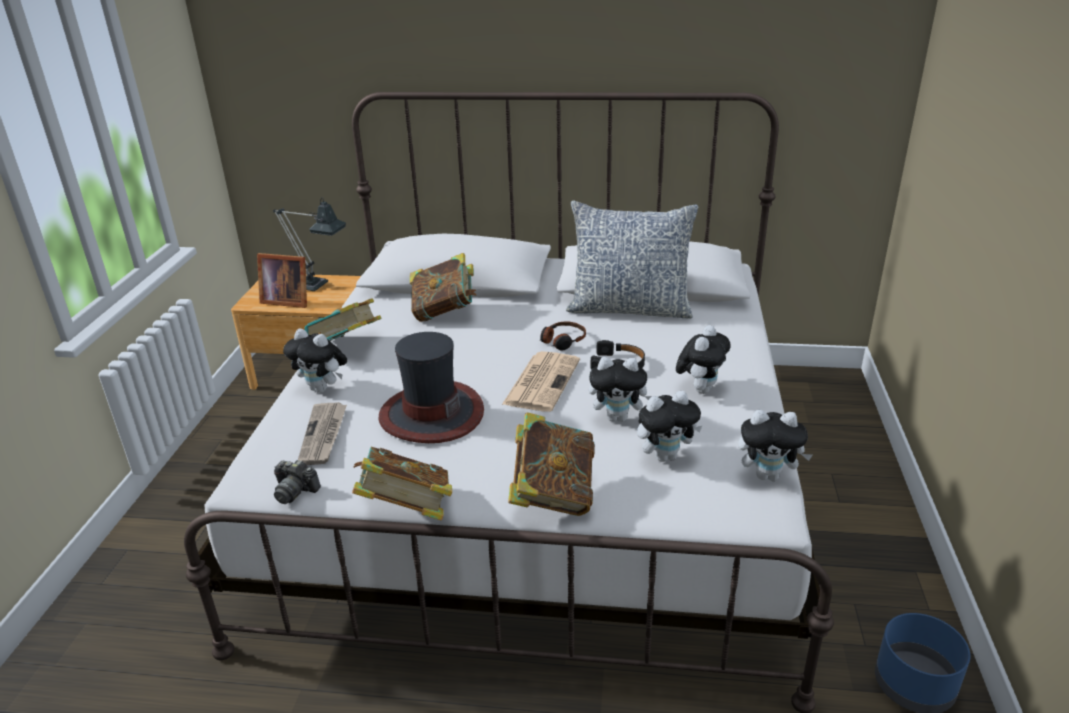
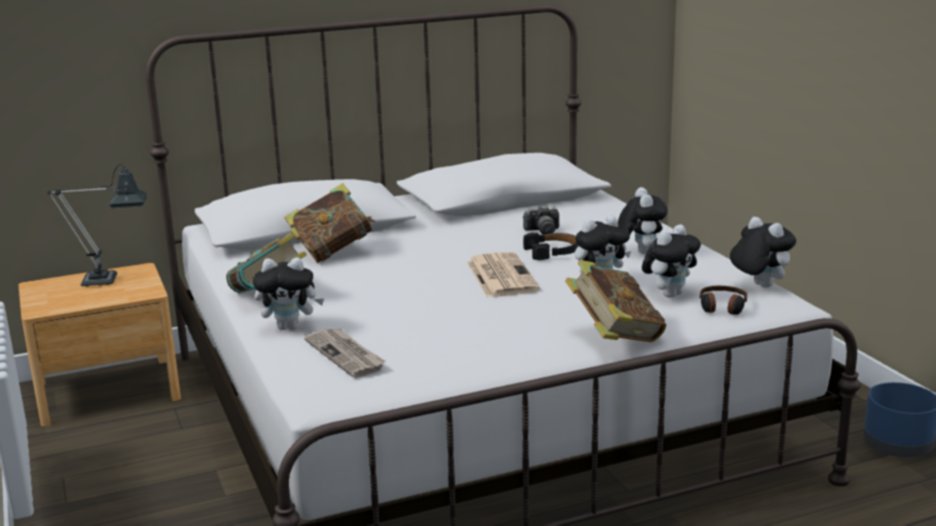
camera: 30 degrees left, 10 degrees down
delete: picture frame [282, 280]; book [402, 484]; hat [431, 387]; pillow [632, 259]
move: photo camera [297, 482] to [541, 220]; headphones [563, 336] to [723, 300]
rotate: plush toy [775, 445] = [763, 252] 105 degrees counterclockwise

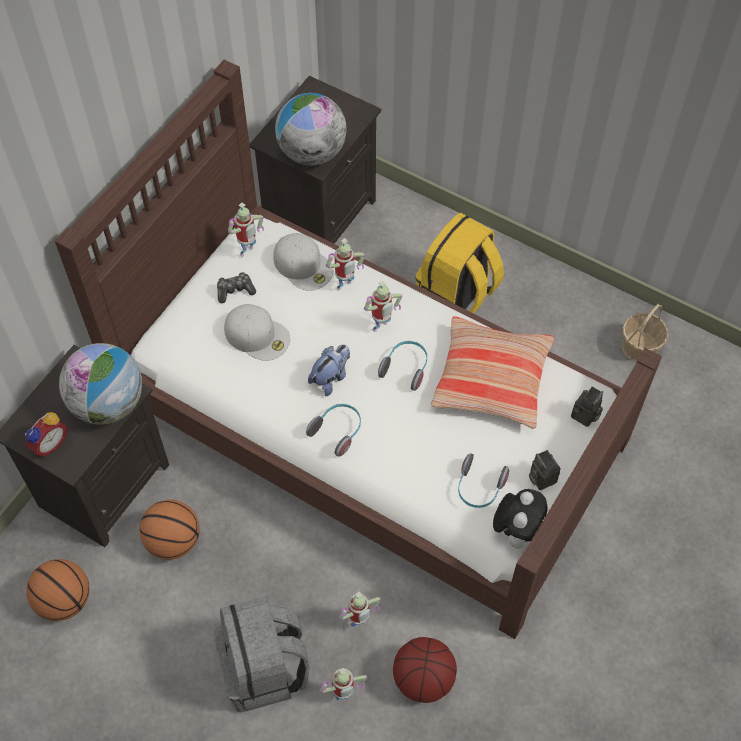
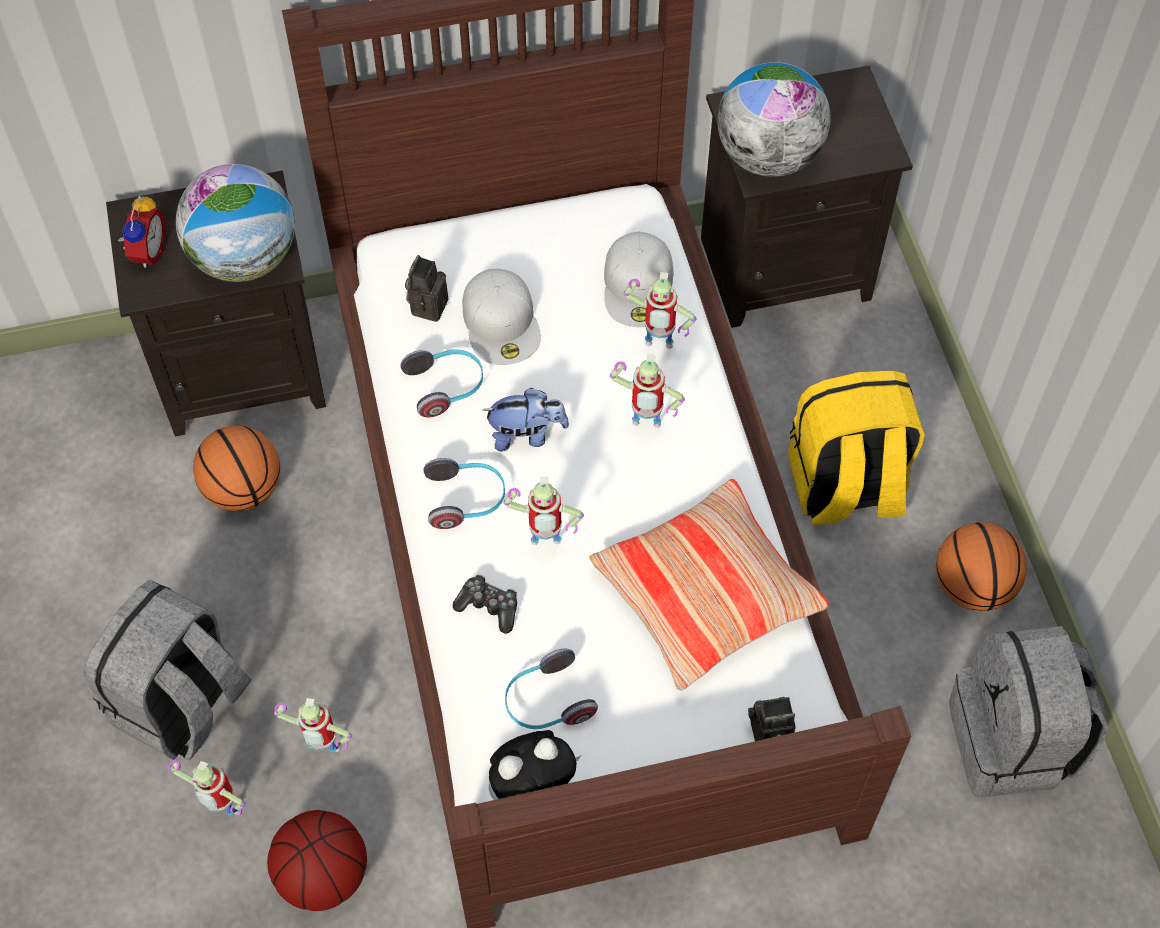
camera: 45 degrees right, 0 degrees up
move: basketball [57, 590] to [981, 566]; game controller [236, 287] to [485, 604]; toy robot [246, 230] to [543, 511]; headphones [402, 366] to [441, 383]; photo camera [544, 470] to [426, 288]
replace: basket [645, 333] to grey backpack [1028, 712]
rotate: alarm clock [46, 434] = [142, 232] 75 degrees counterclockwise

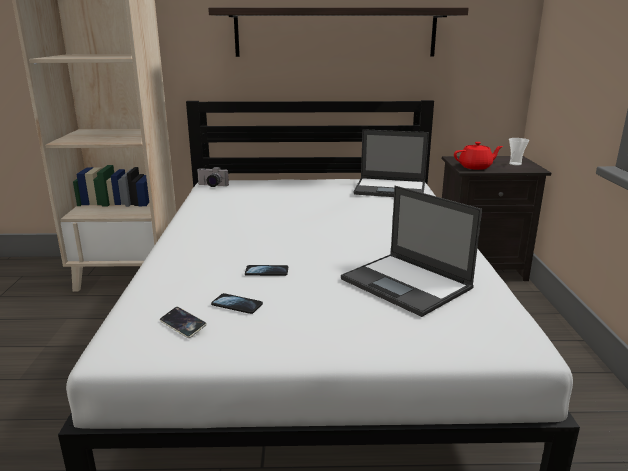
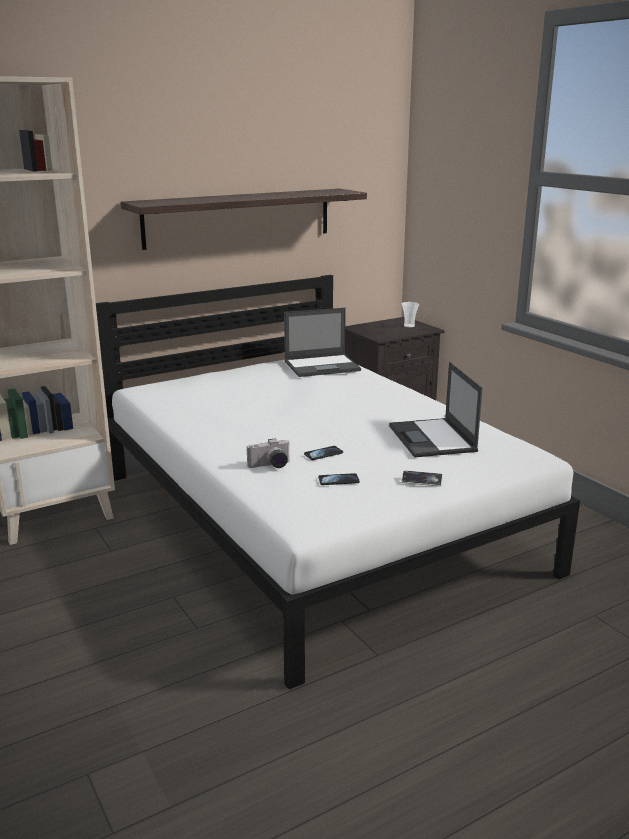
camera: 30 degrees left, 0 degrees up
delete: red teapot [478, 156]
move: phone [183, 322] to [422, 478]; photo camera [213, 177] to [268, 453]
rotate: laptop [411, 251] = [436, 410] 60 degrees clockwise

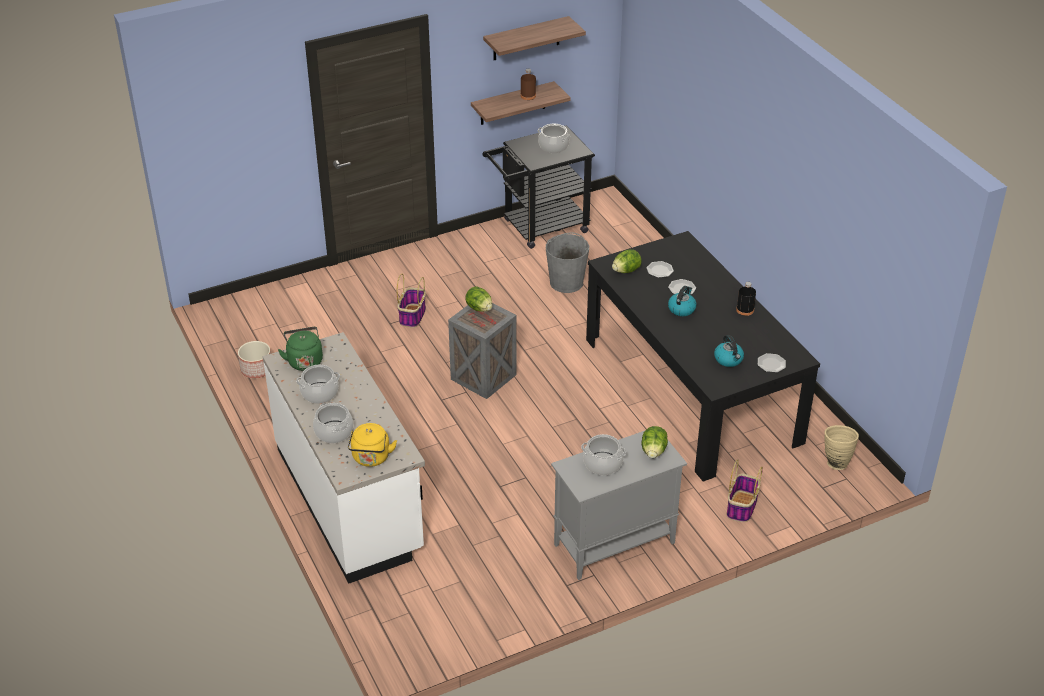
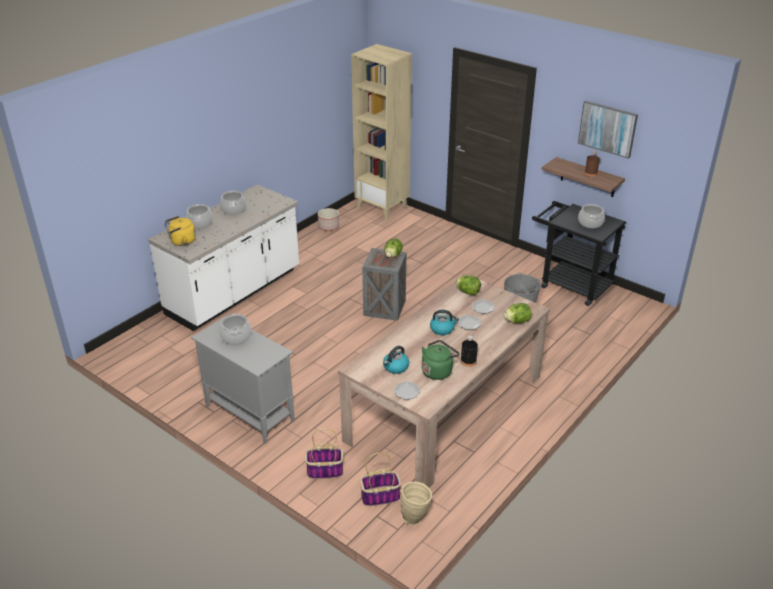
camera: 65 degrees right, 5 degrees down
insert: beige bookcase [381, 132]
move: green kettle [300, 349] to [441, 360]; basket [411, 301] to [380, 479]; lettuce [654, 442] to [517, 313]
replace: shelf [534, 38] to picture [608, 129]
recolor: black dining table [703, 356] to beige dining table [444, 380]

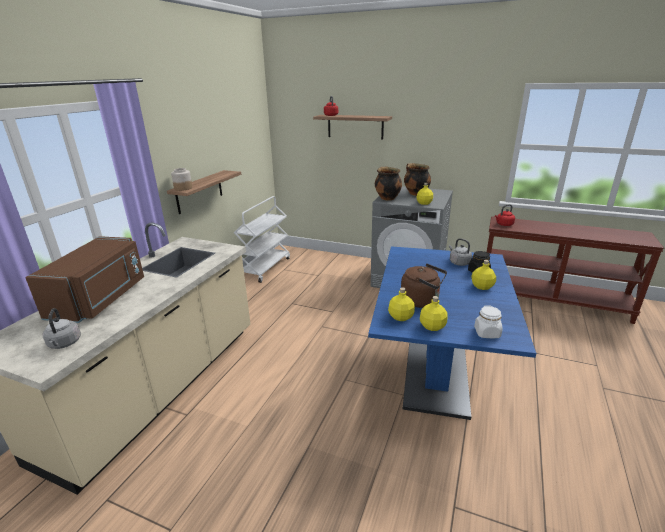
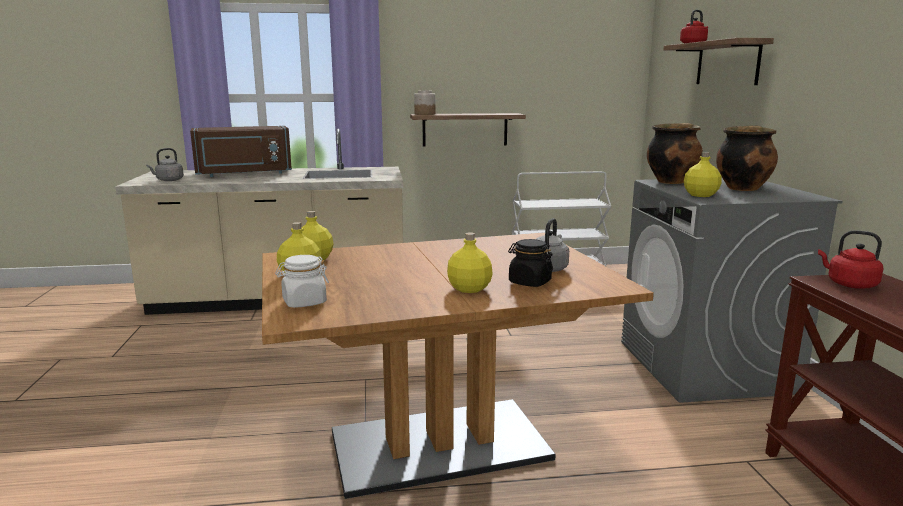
camera: 60 degrees right, 10 degrees down
delete: brown kettle [424, 286]
recolor: blue dining table [452, 333] to brown dining table [458, 366]

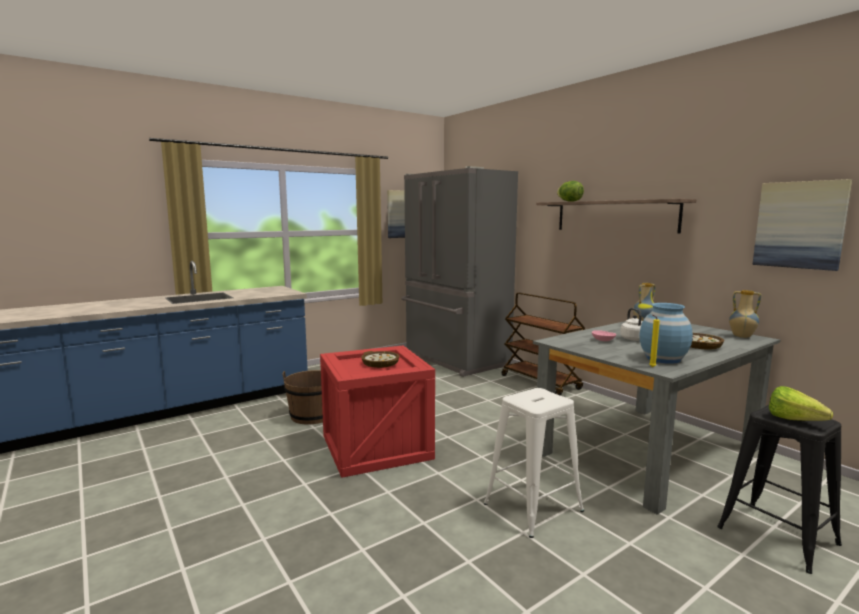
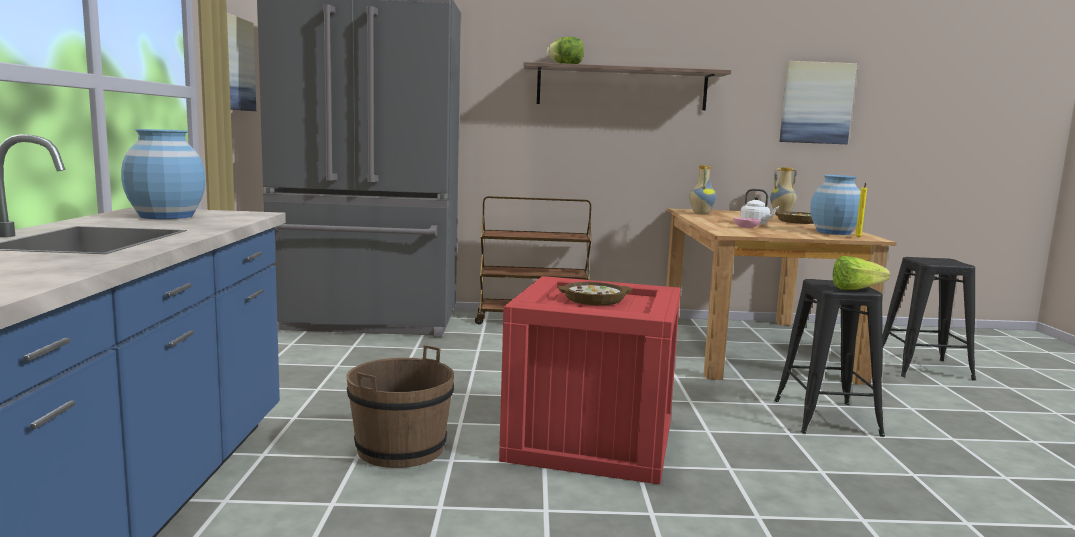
camera: 55 degrees left, 0 degrees up
insert: blue vase [163, 174]
move: lettuce [801, 403] to [861, 273]
recolor: white stool [534, 463] to black stool [829, 358]; grey dining table [657, 418] to brown dining table [781, 296]

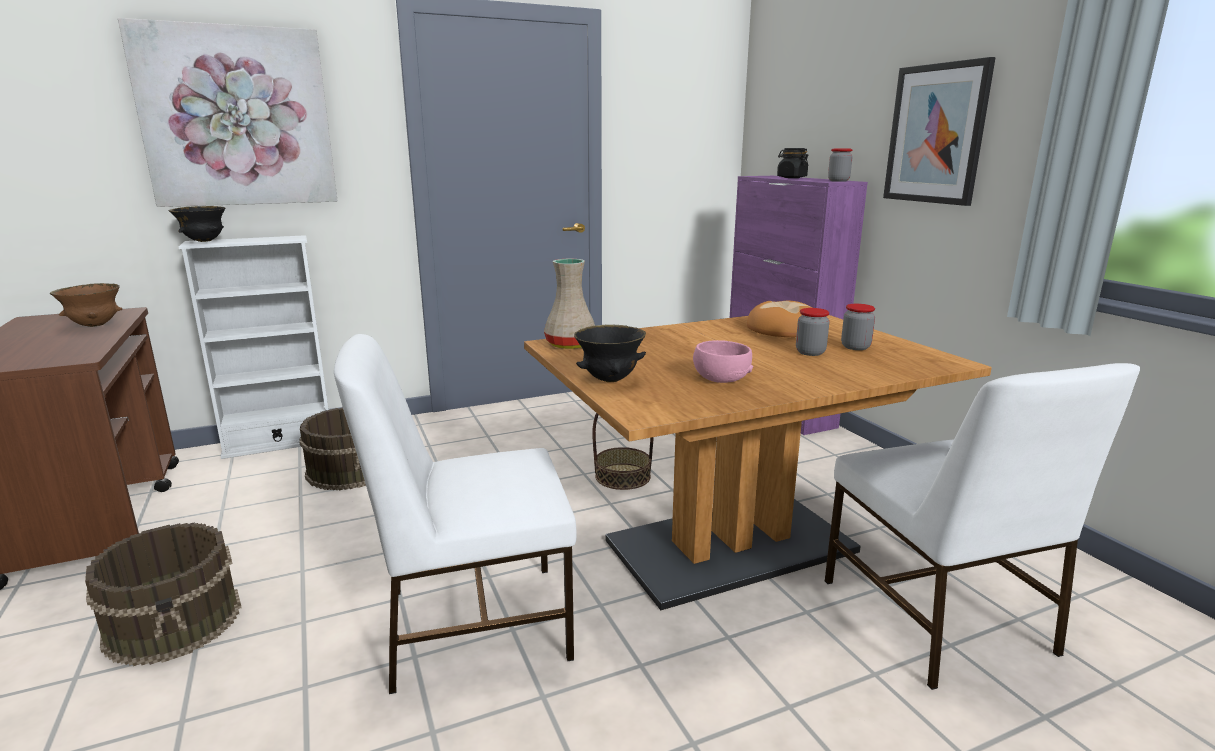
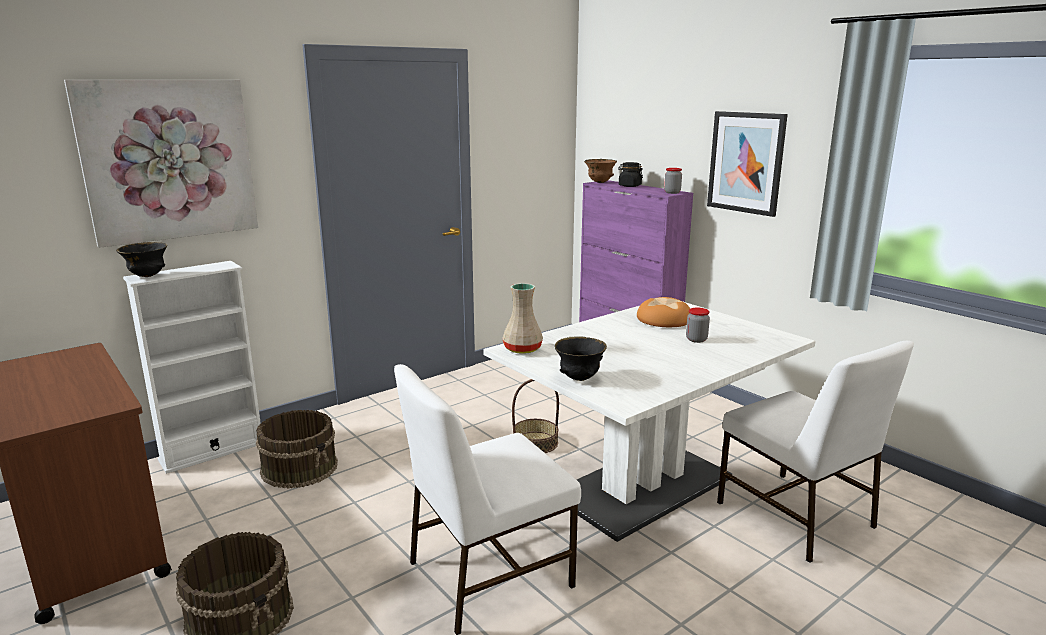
camera: 15 degrees left, 0 degrees up
delete: pink bowl [723, 361]; jar [858, 327]
move: brown bowl [86, 305] to [600, 171]
recolor: brown dining table [758, 462] to white dining table [649, 422]

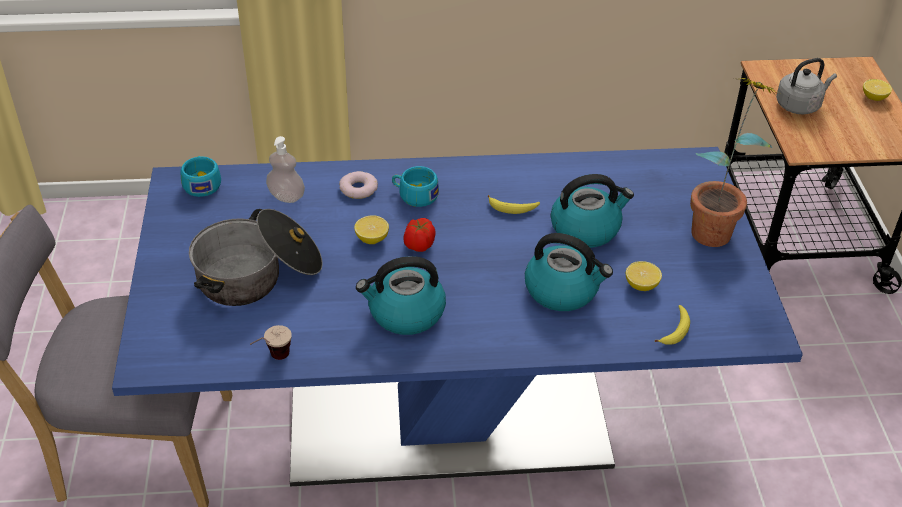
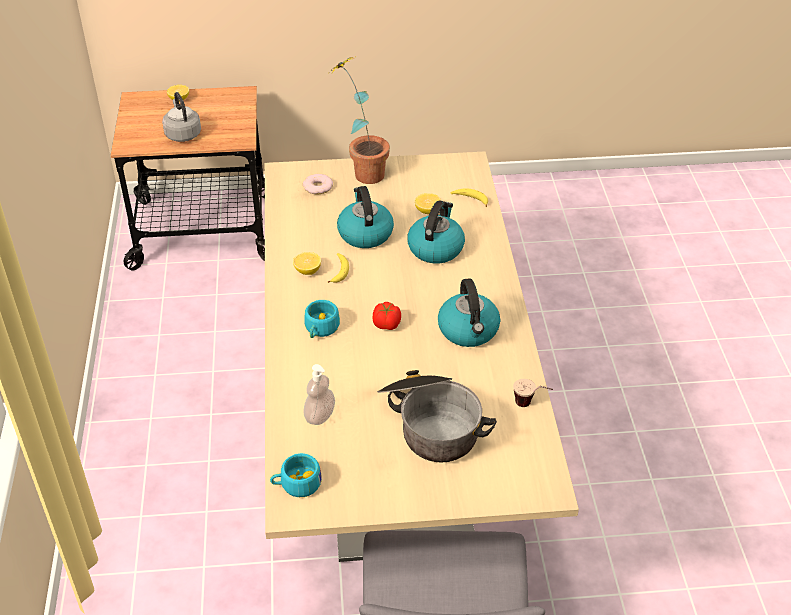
camera: 90 degrees left, 0 degrees up
move: donut [358, 185] to [318, 184]; lemon [371, 229] to [307, 263]
recolor: blue dining table [457, 316] to beige dining table [422, 356]

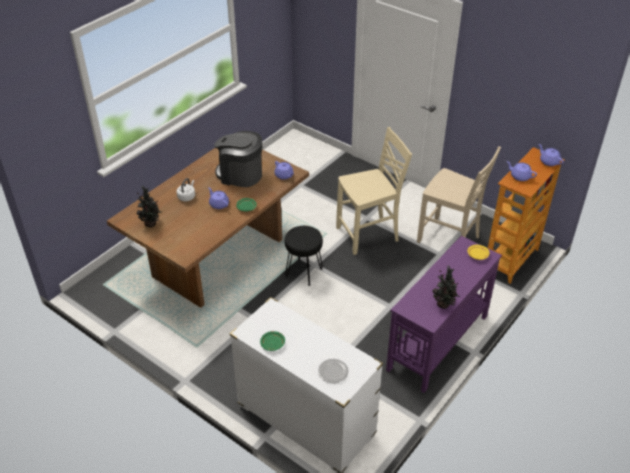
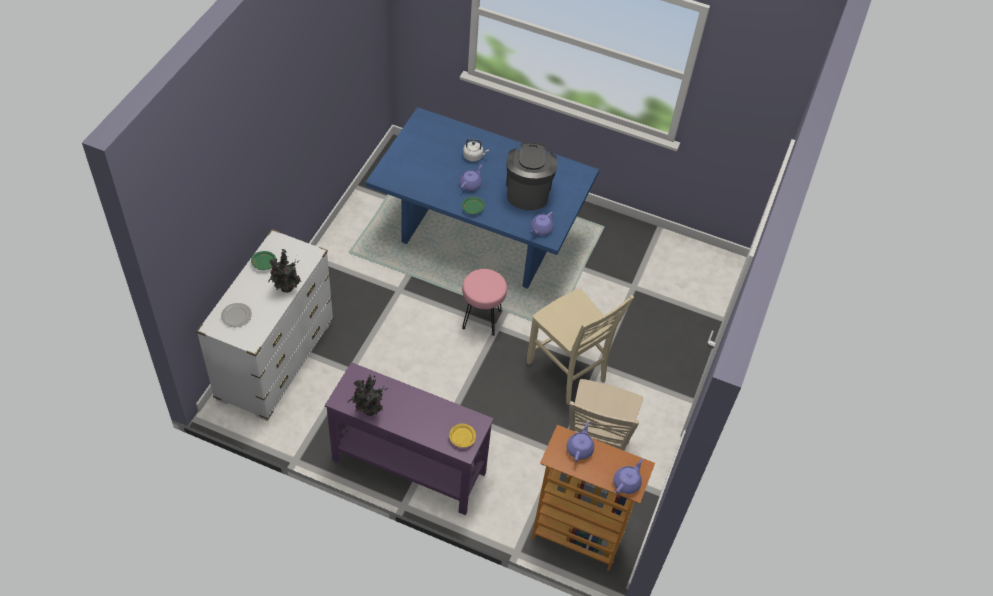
camera: 70 degrees right, 10 degrees up
move: potted plant [149, 206] to [284, 270]
recolor: brown dining table [208, 228] to blue dining table [482, 198]; black stool [304, 256] to pink stool [484, 302]

